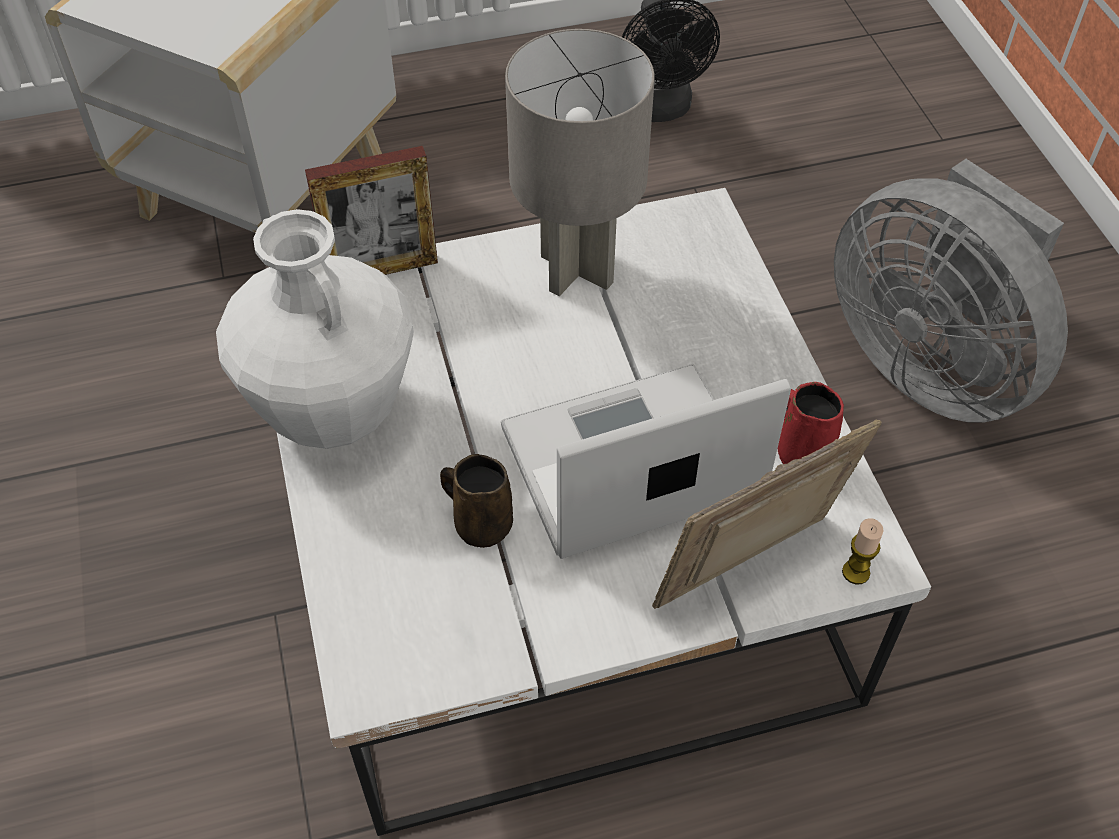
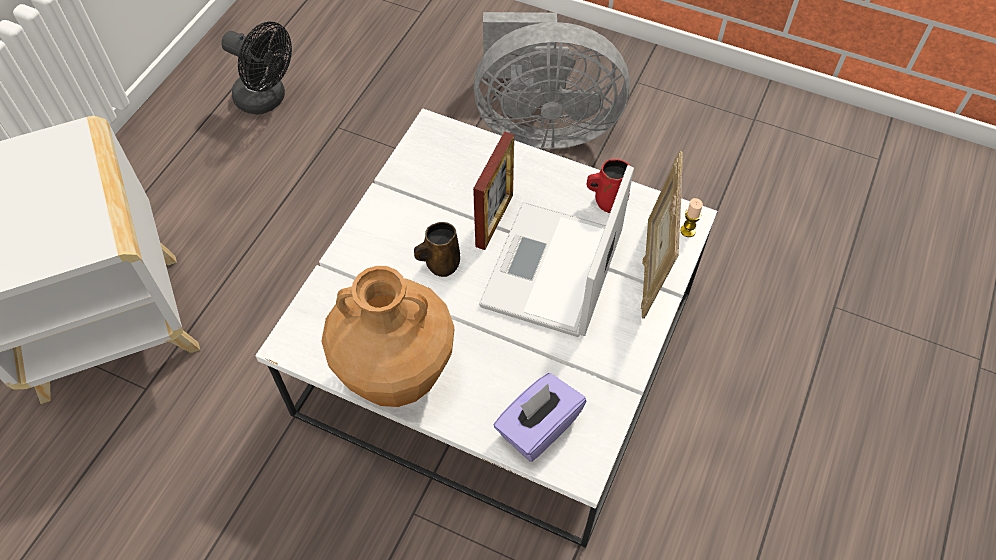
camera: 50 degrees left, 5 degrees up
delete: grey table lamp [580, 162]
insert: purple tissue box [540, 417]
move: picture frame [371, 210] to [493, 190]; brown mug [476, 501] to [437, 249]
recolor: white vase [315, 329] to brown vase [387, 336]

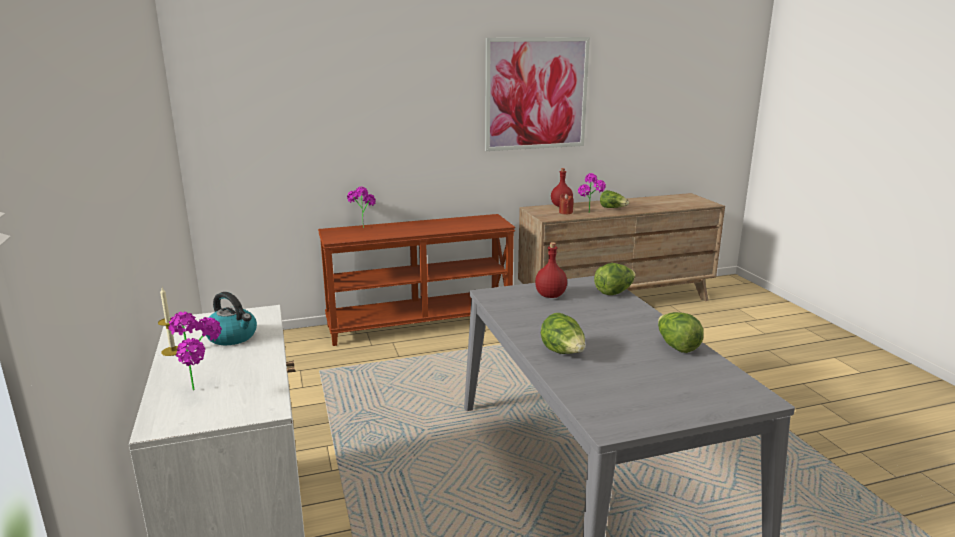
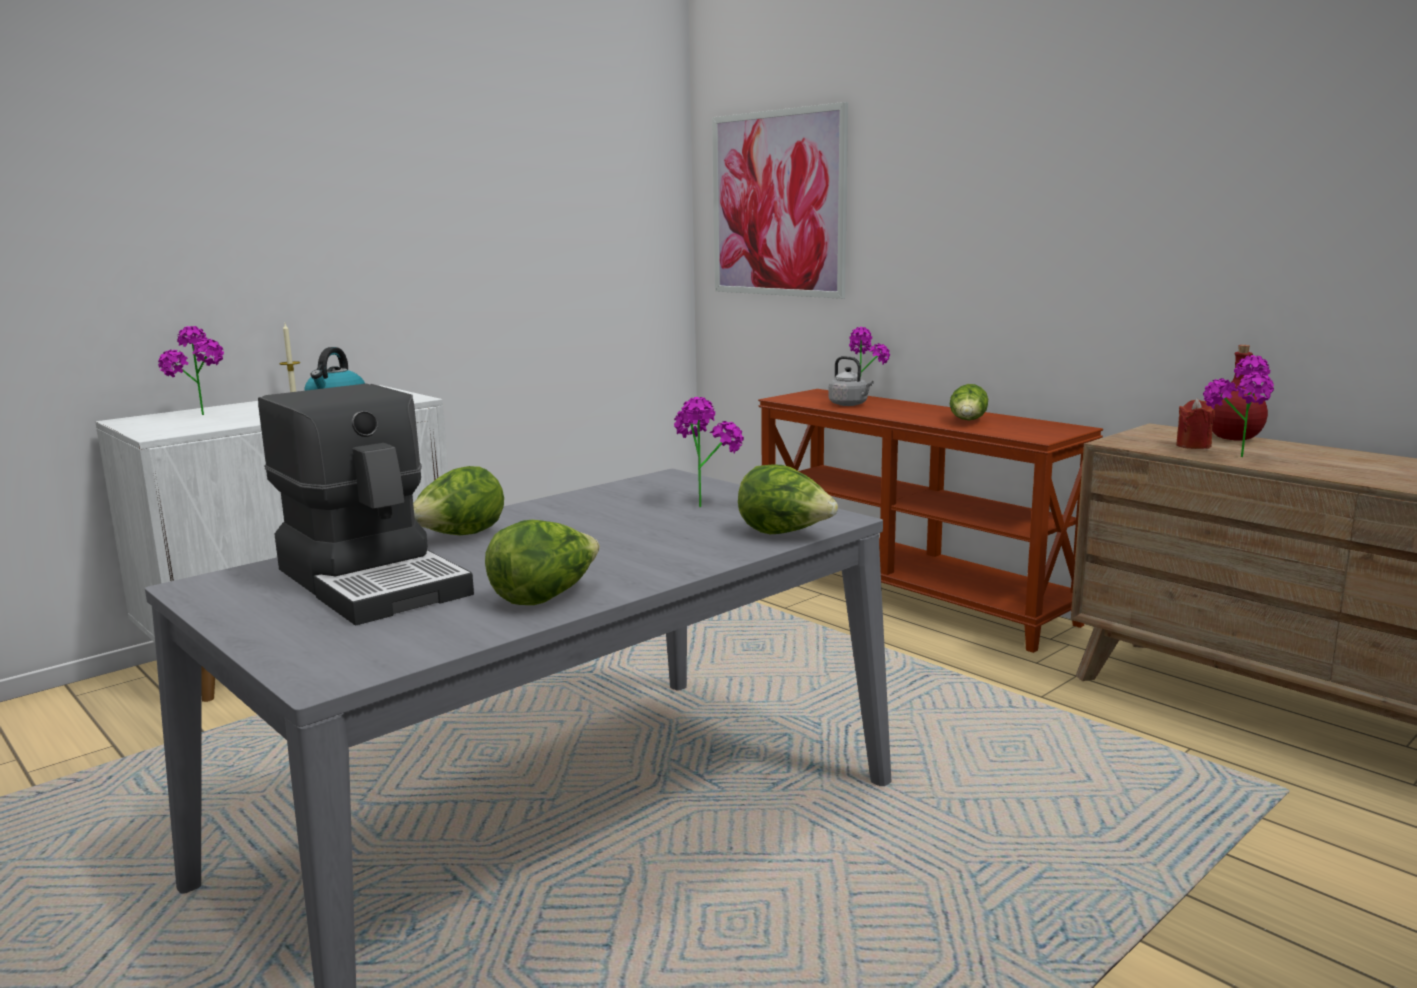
camera: 65 degrees right, 5 degrees down
insert: coffee machine [366, 504]; grey kettle [851, 381]
move: picture [537, 94] to [780, 200]; lettuce [614, 199] to [969, 402]
replace: red bottle [551, 270] to potted plant [709, 452]

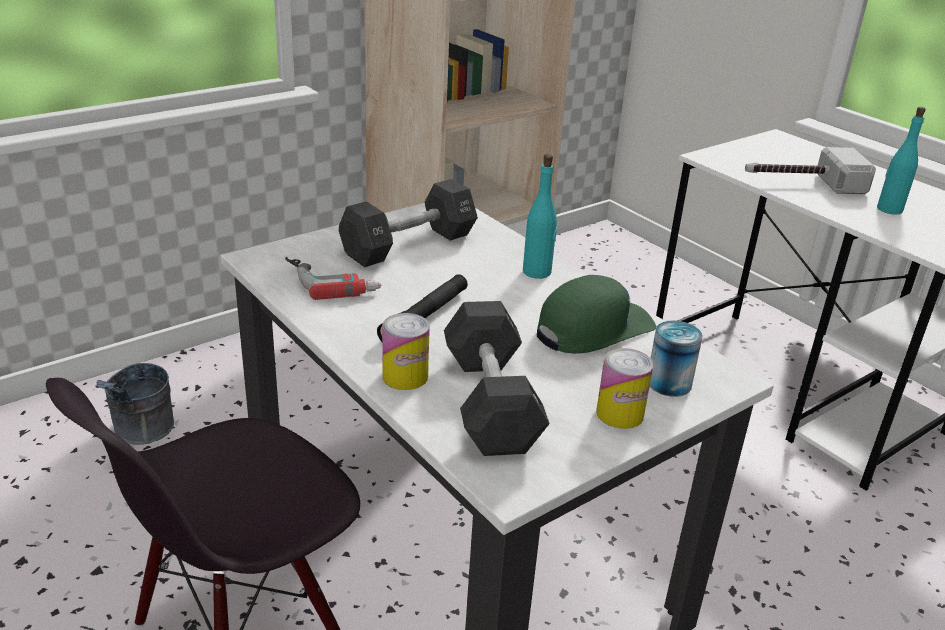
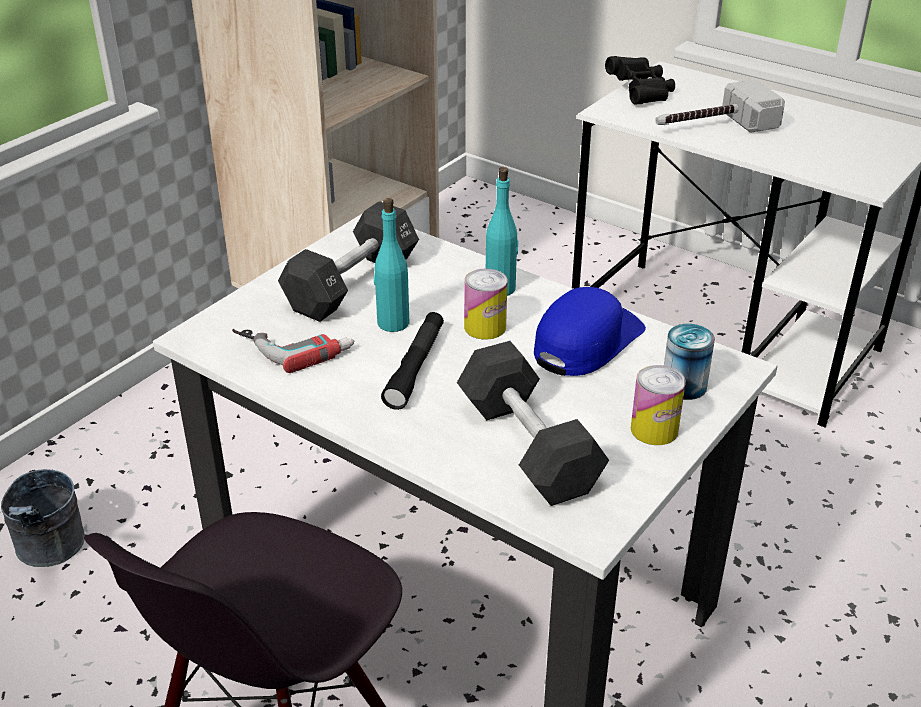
camera: 15 degrees left, 5 degrees up
insert: black binoculars [640, 80]
move: can [406, 351] to [485, 304]; turquoise bottle [901, 161] to [392, 265]
recolor: green cap [596, 314] to blue cap [590, 331]

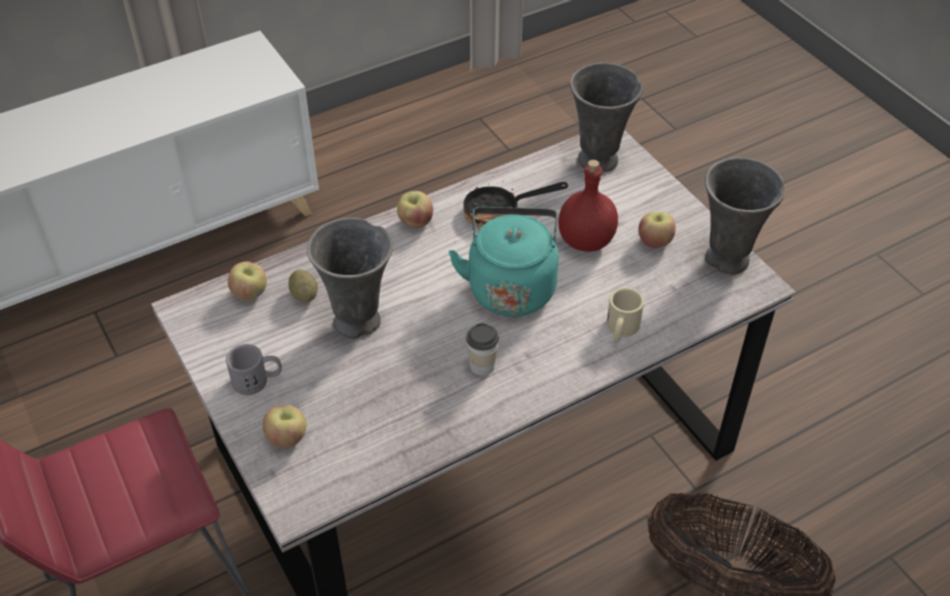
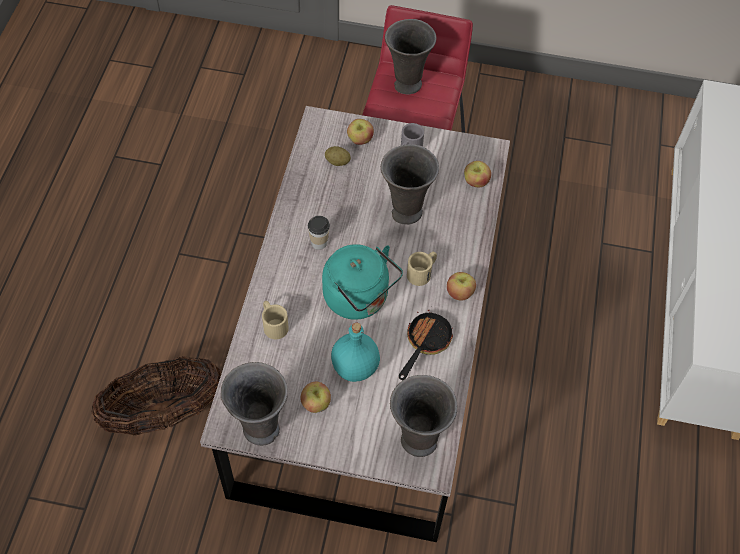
camera: 130 degrees right, 10 degrees up
insert: grey vase [410, 57]; beige mug [422, 269]
move: potato [303, 285] to [338, 156]
recolor: red bottle [588, 206] to turquoise bottle [355, 352]

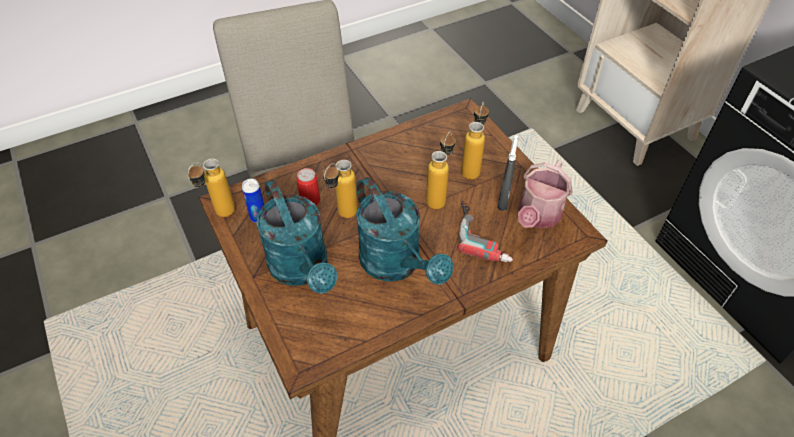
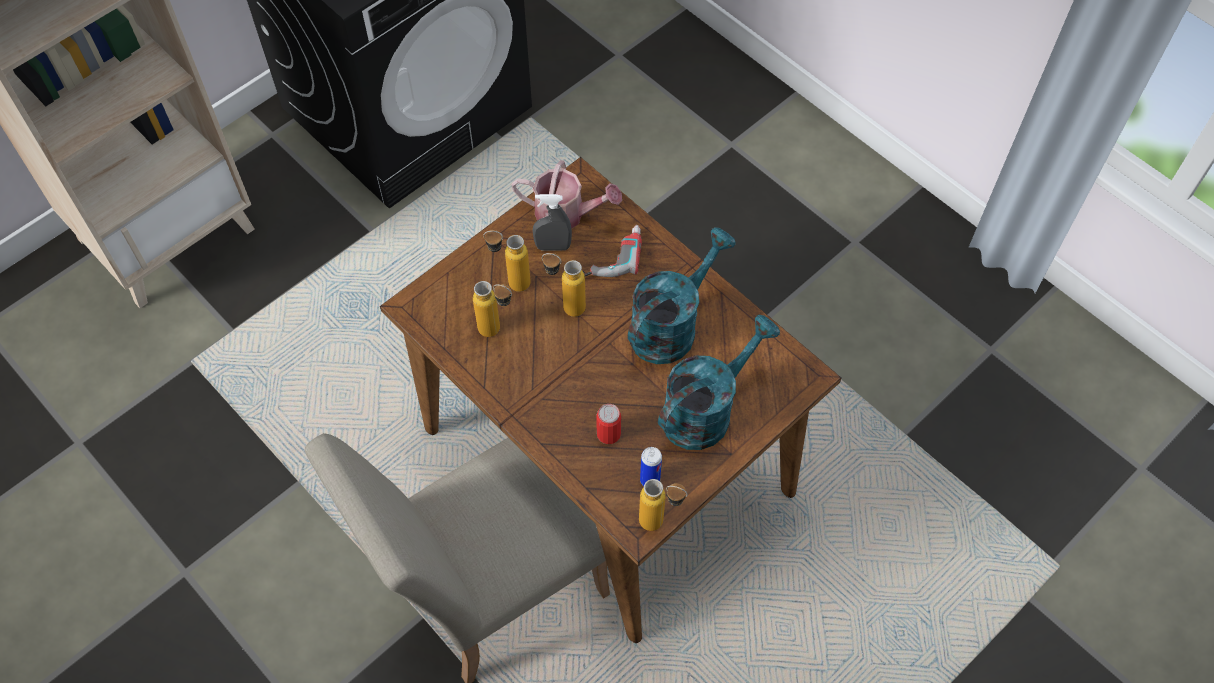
camera: 105 degrees left, 10 degrees up
move: bottle [340, 189] to [492, 309]

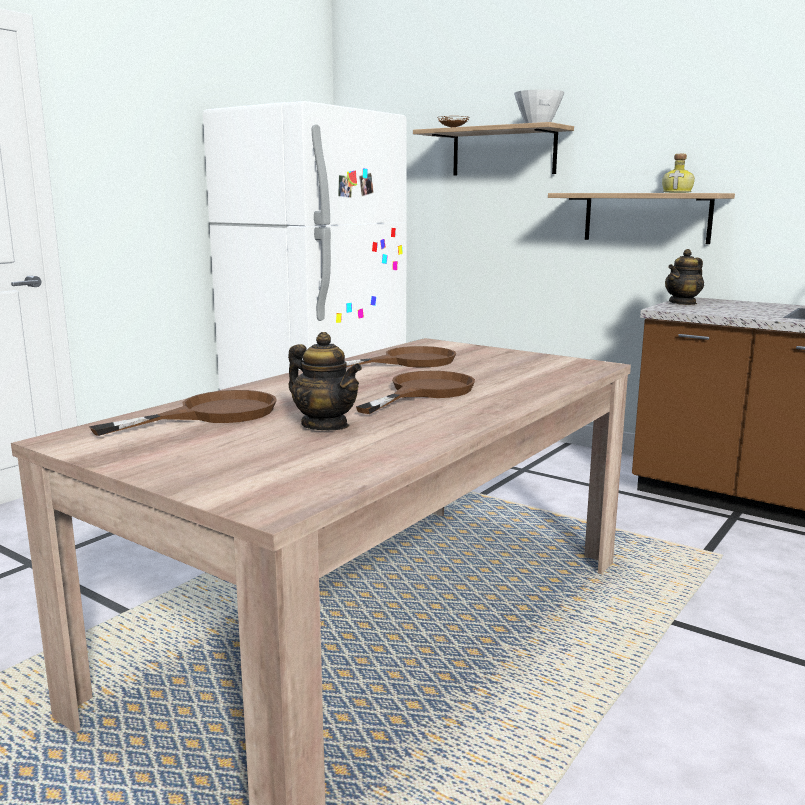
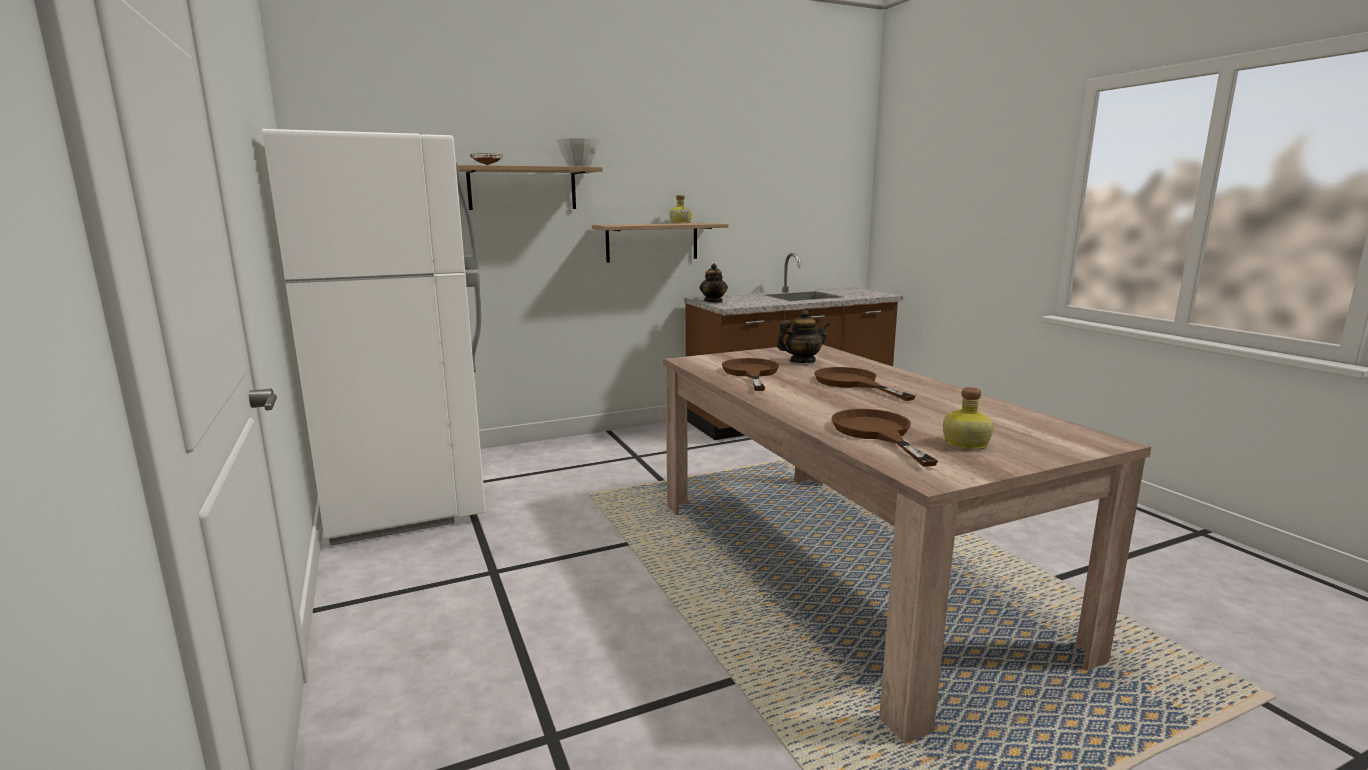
camera: 60 degrees left, 0 degrees up
insert: bottle [968, 418]
move: teapot [325, 381] to [803, 336]

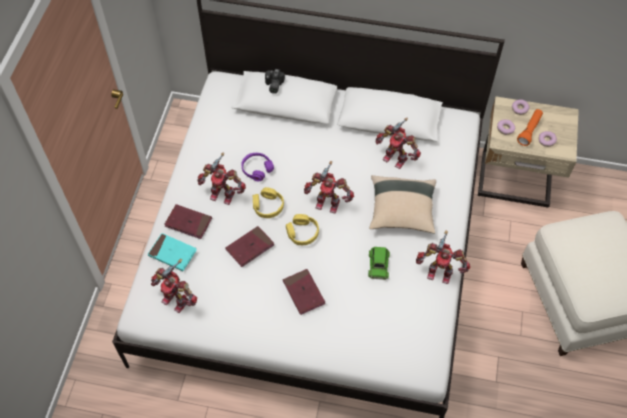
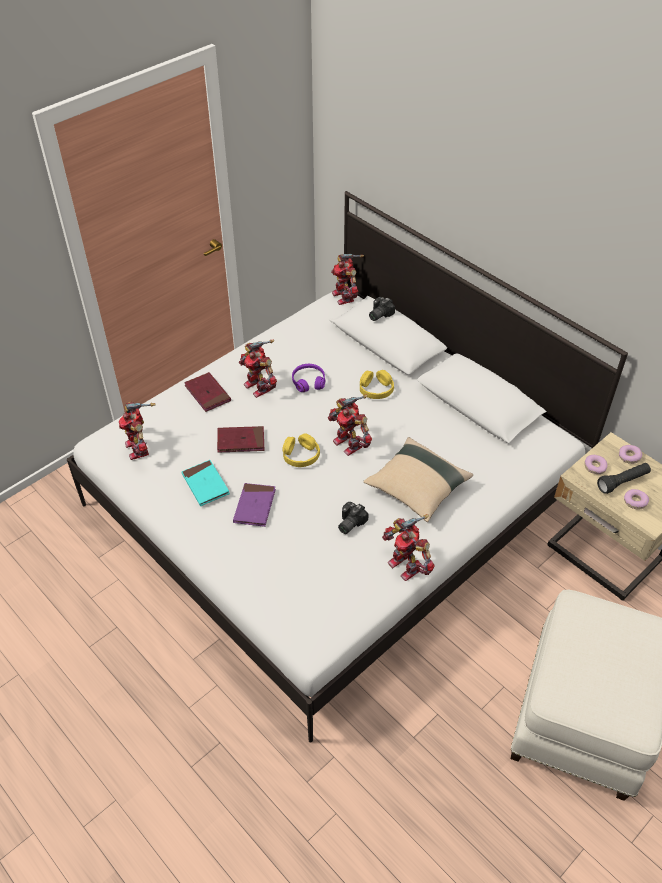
camera: 35 degrees right, 10 degrees down
move: turquoise book [172, 252] to [206, 483]; yellow headphones [268, 202] to [377, 384]; toy robot [398, 143] to [347, 279]
replace: green toy car [379, 263] to photo camera [353, 518]
recolor: red book [304, 292] to purple book [254, 505]; orange flashlight [530, 127] to black flashlight [624, 478]

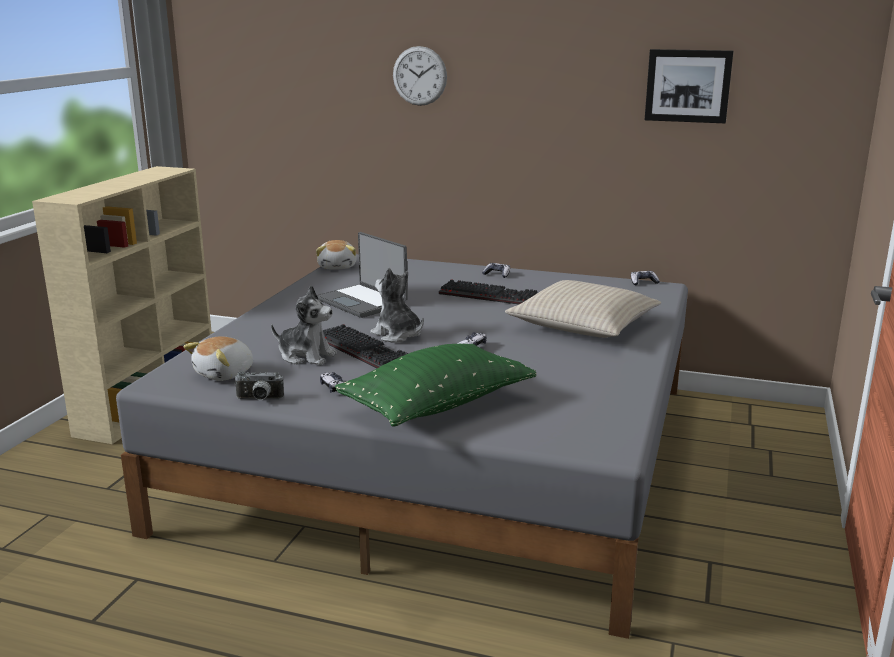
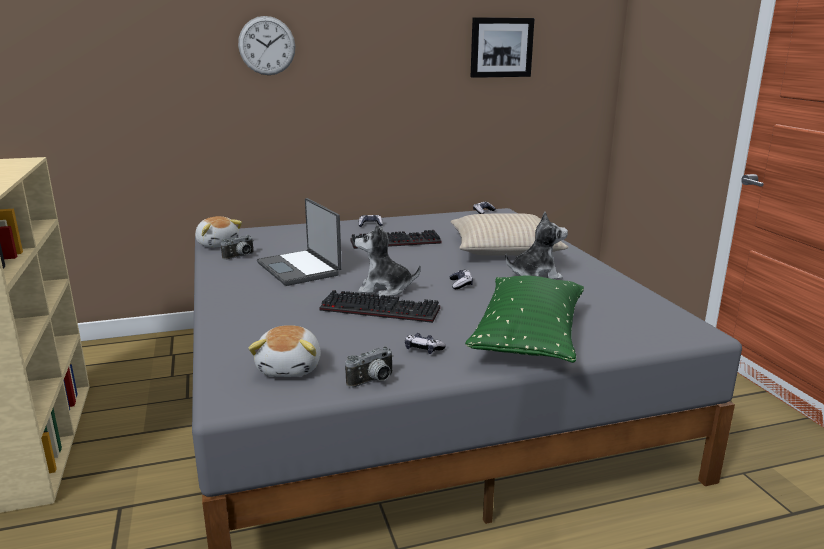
camera: 35 degrees left, 0 degrees up
insert: photo camera [237, 247]
move: plush toy [304, 325] to [536, 245]
rotate: laptop [362, 275] = [299, 242] 45 degrees clockwise

